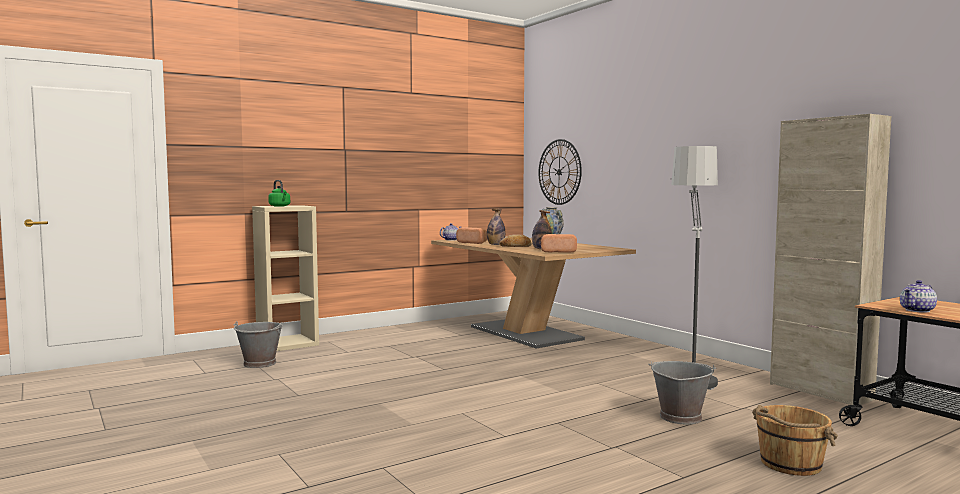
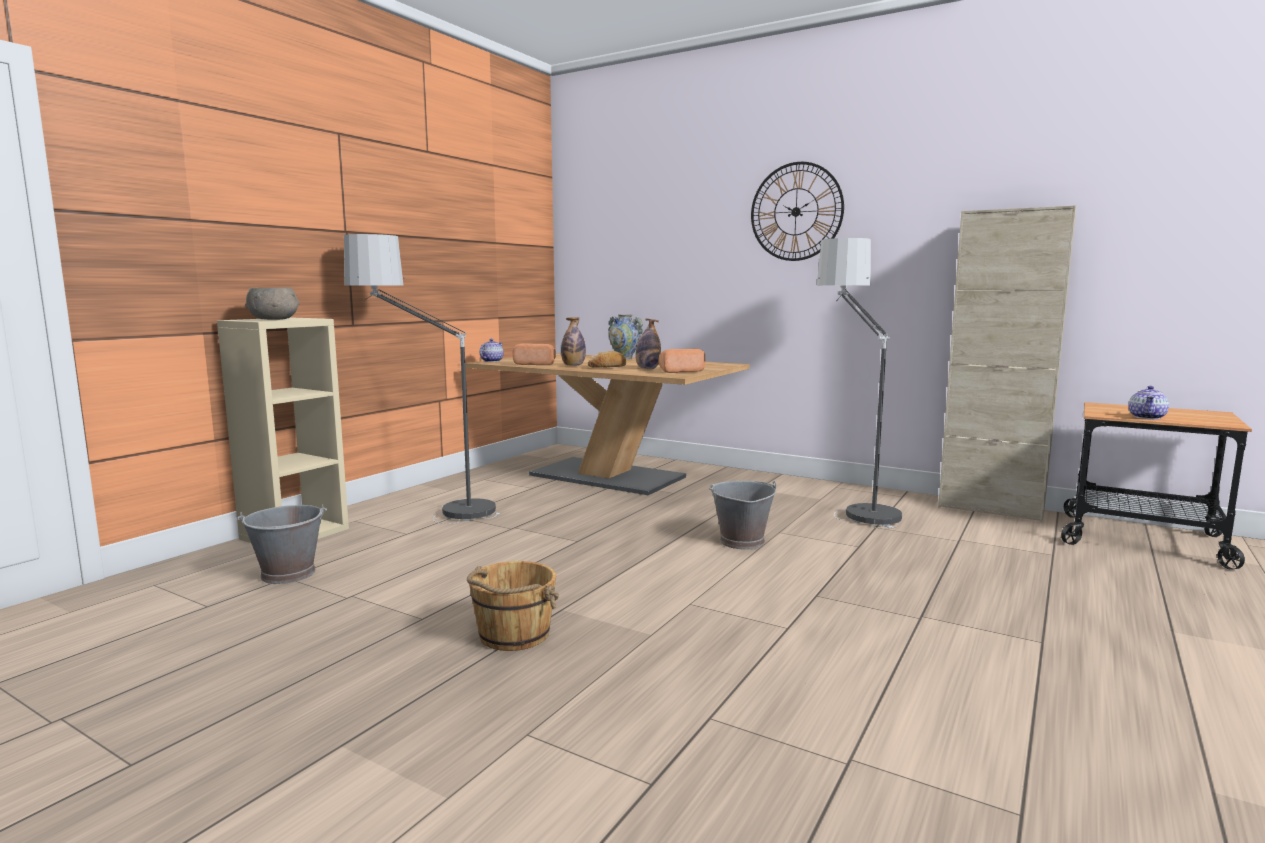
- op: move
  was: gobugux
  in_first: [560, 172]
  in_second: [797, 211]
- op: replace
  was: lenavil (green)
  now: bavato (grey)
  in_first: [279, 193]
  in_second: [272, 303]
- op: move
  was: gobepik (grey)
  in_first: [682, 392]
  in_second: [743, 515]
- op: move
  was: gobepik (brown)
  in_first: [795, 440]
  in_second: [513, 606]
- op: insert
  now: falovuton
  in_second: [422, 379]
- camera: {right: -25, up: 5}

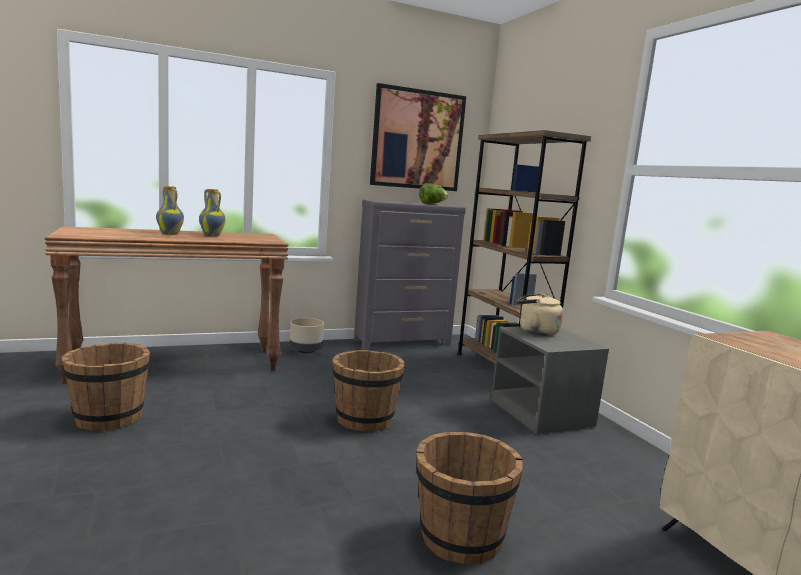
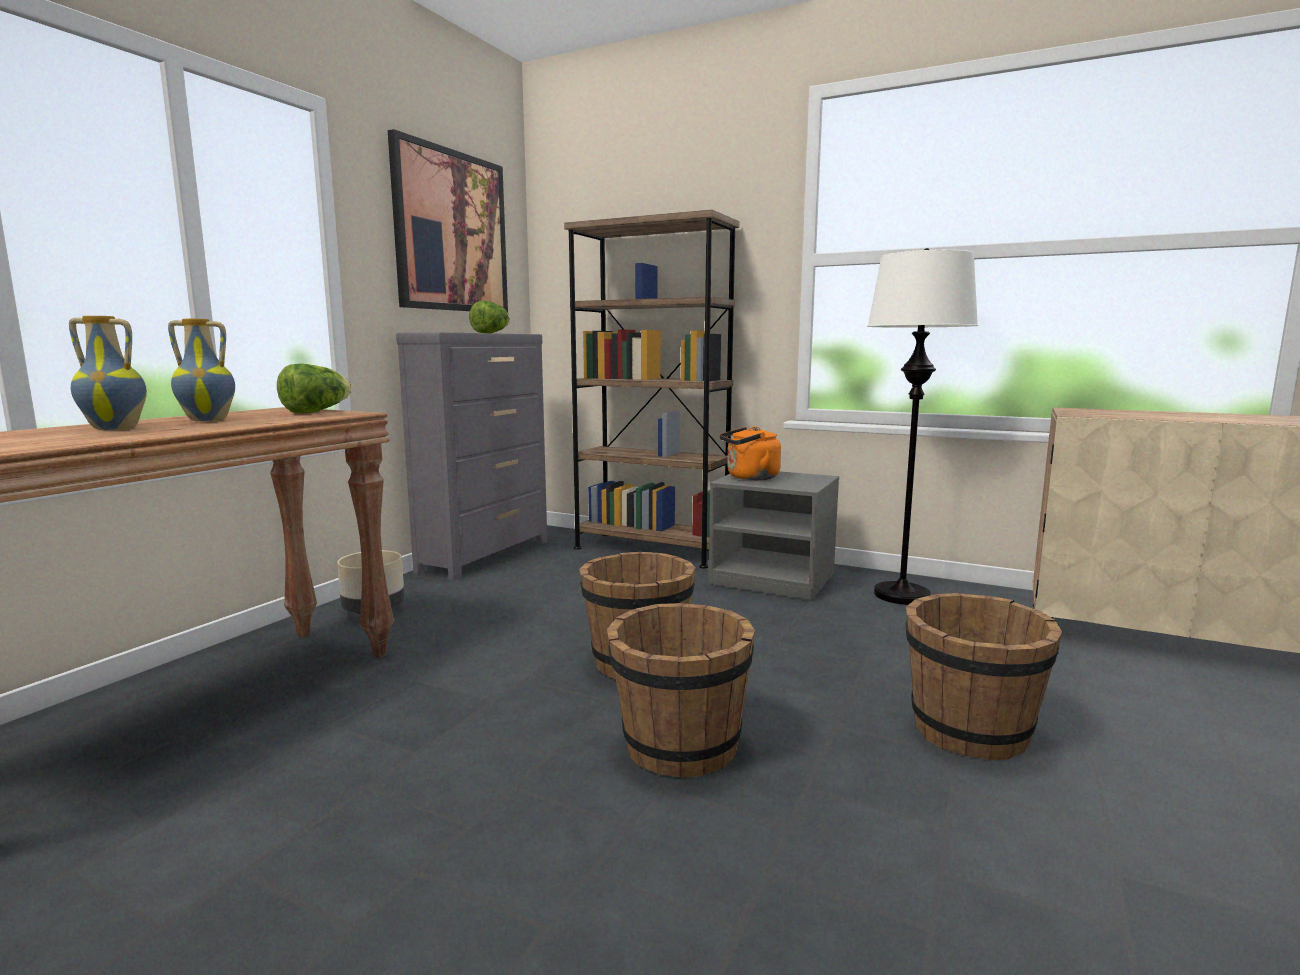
- op: recolor
  was: lenavil (beige)
  now: lenavil (orange)
  in_first: [540, 315]
  in_second: [750, 453]
- op: move
  was: gobepik (brown)
  in_first: [105, 387]
  in_second: [681, 690]
- op: insert
  now: falovuton (white)
  in_second: [922, 426]
- op: insert
  now: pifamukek
  in_second: [314, 388]
- camera: {right: -40, up: 0}

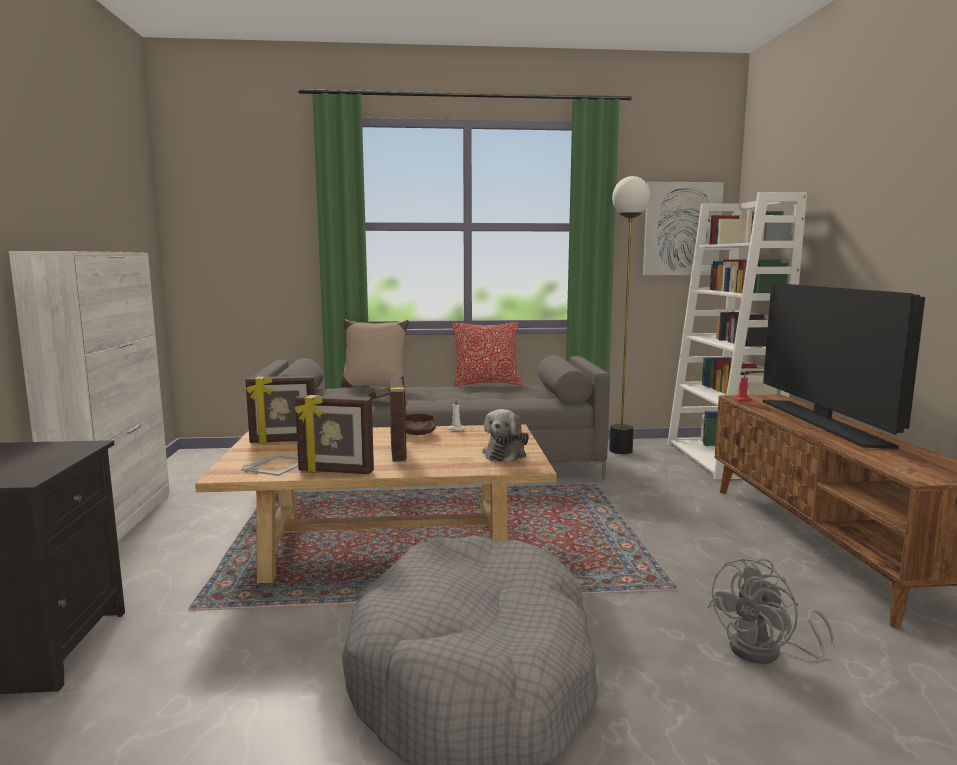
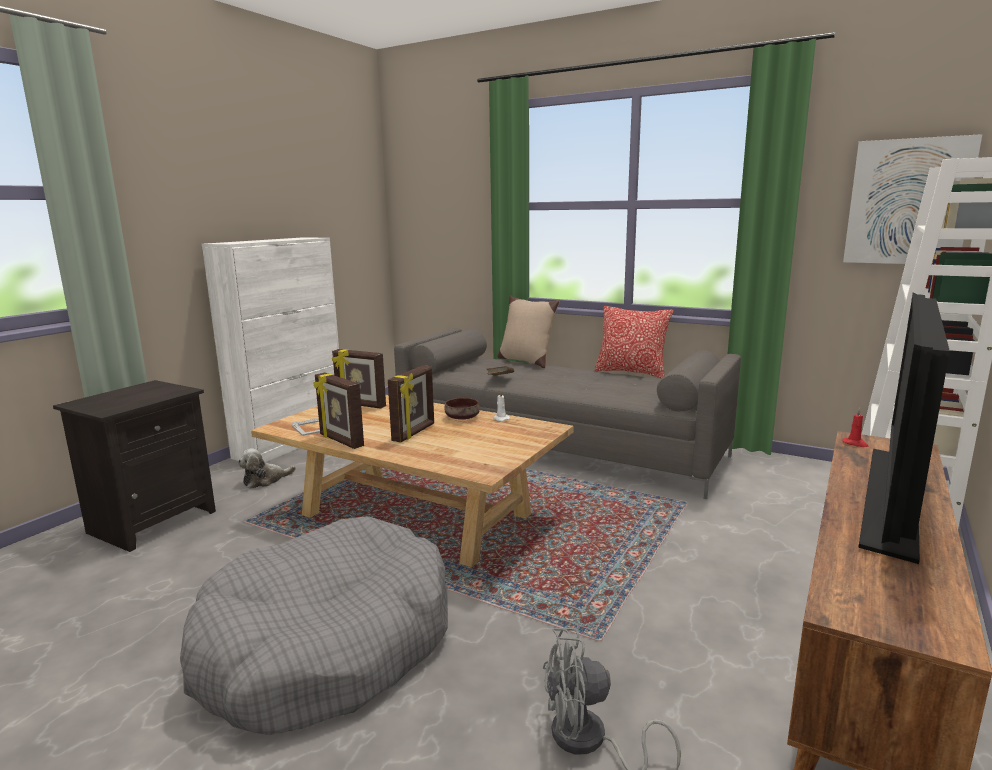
- op: delete
  was: falovuton
  in_first: [629, 315]
- op: move
  was: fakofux
  in_first: [505, 435]
  in_second: [267, 468]
- camera: {right: 35, up: 5}

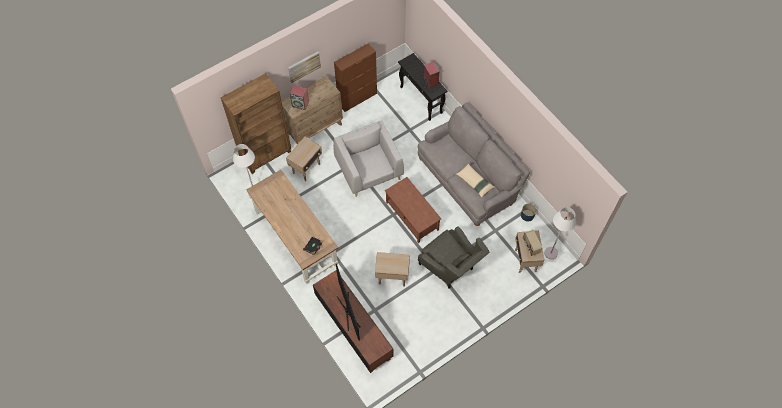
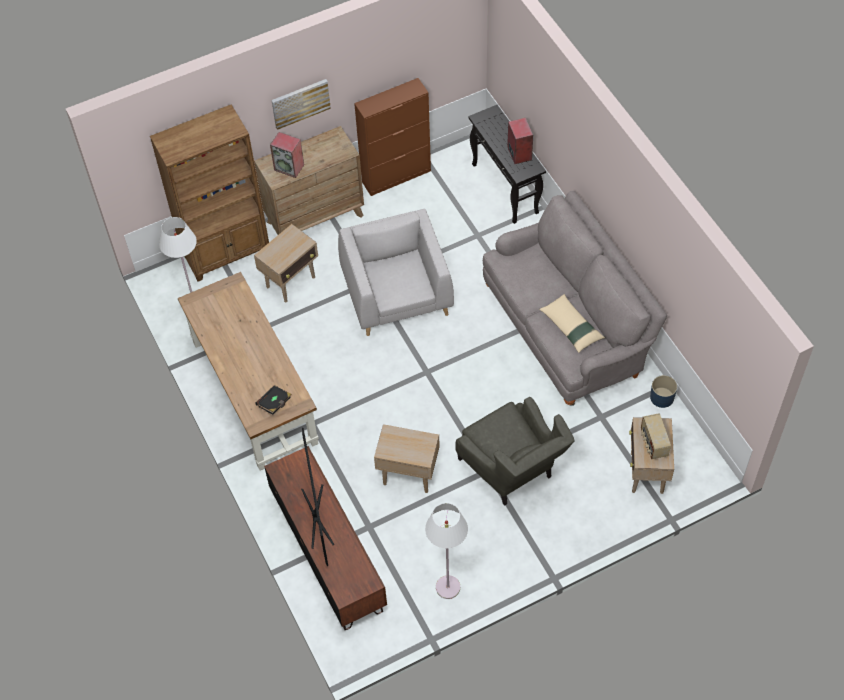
- op: delete
  was: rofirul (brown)
  in_first: [413, 210]
- op: move
  was: falovuton (white)
  in_first: [560, 233]
  in_second: [446, 551]
- camera: {right: 10, up: -5}

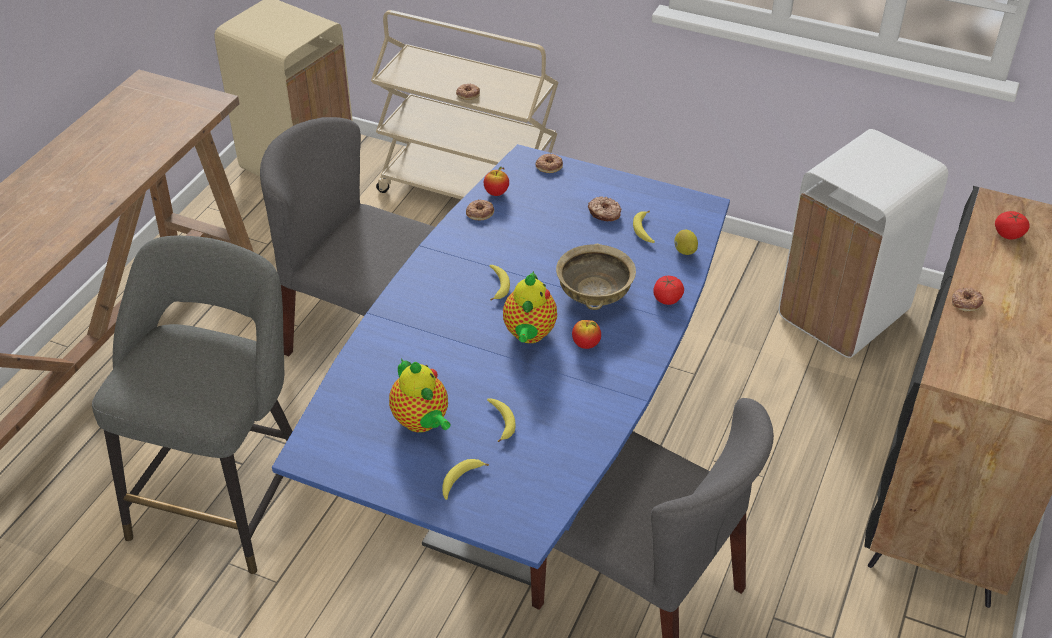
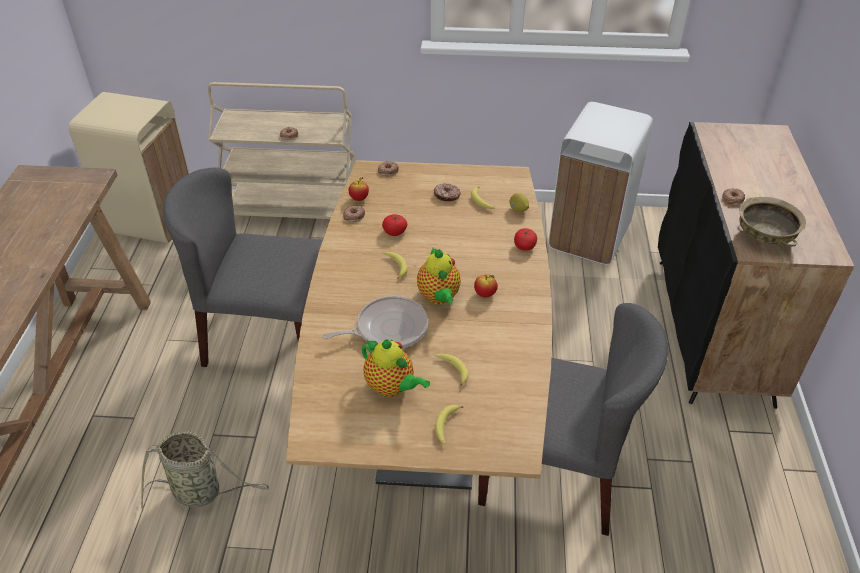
- op: recolor
  was: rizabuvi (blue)
  now: rizabuvi (brown)
  in_first: [501, 365]
  in_second: [419, 325]
- op: move
  was: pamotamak
  in_first: [1012, 225]
  in_second: [394, 225]
- op: replace
  was: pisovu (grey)
  now: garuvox
  in_first: [192, 405]
  in_second: [205, 470]
- op: move
  was: bavato (beige)
  in_first: [596, 277]
  in_second: [772, 222]
- op: insert
  now: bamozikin
  in_second: [375, 322]
- camera: {right: -20, up: 0}

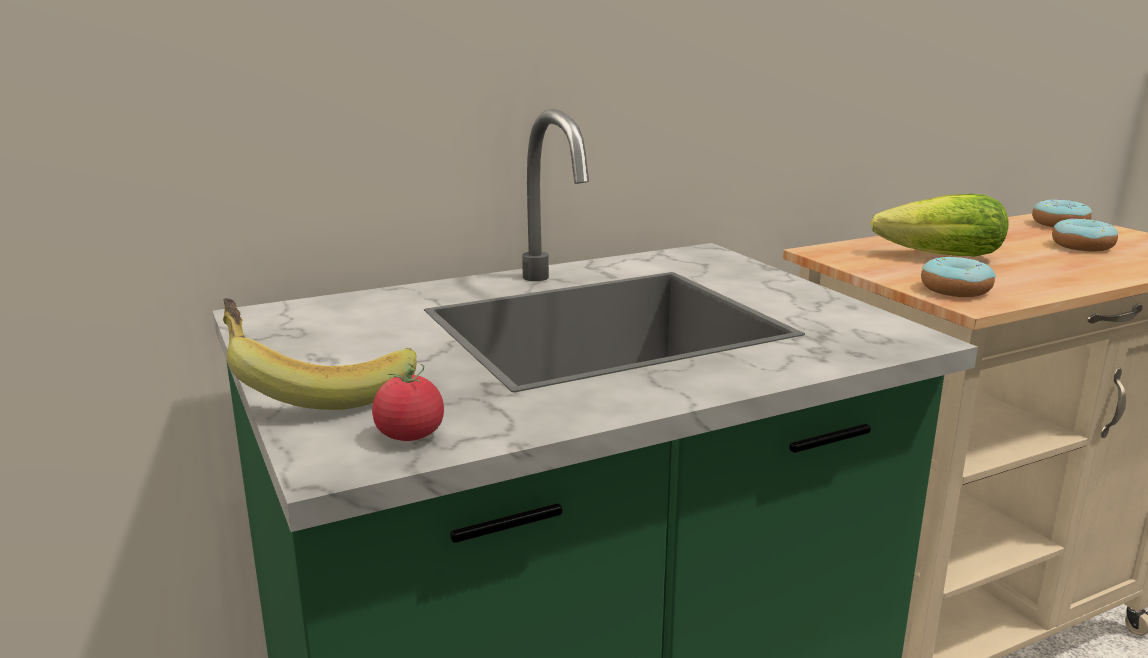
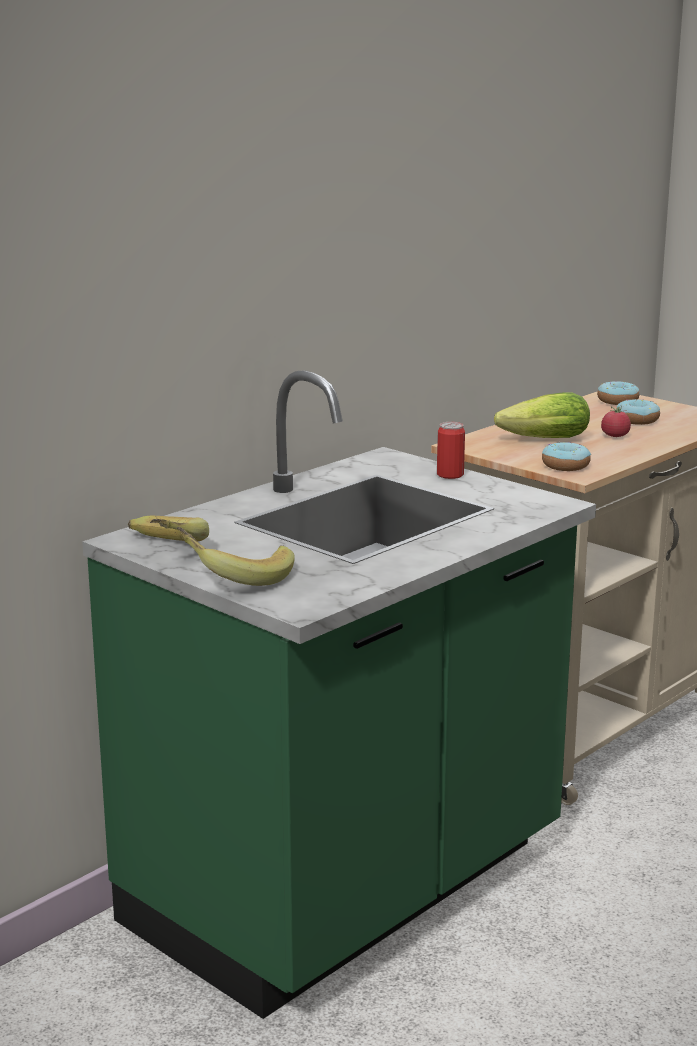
- op: move
  was: pamotamak
  in_first: [408, 402]
  in_second: [616, 421]
- op: insert
  now: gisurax
  in_second: [451, 450]
- op: insert
  now: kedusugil
  in_second: [168, 528]
- camera: {right: -20, up: 0}

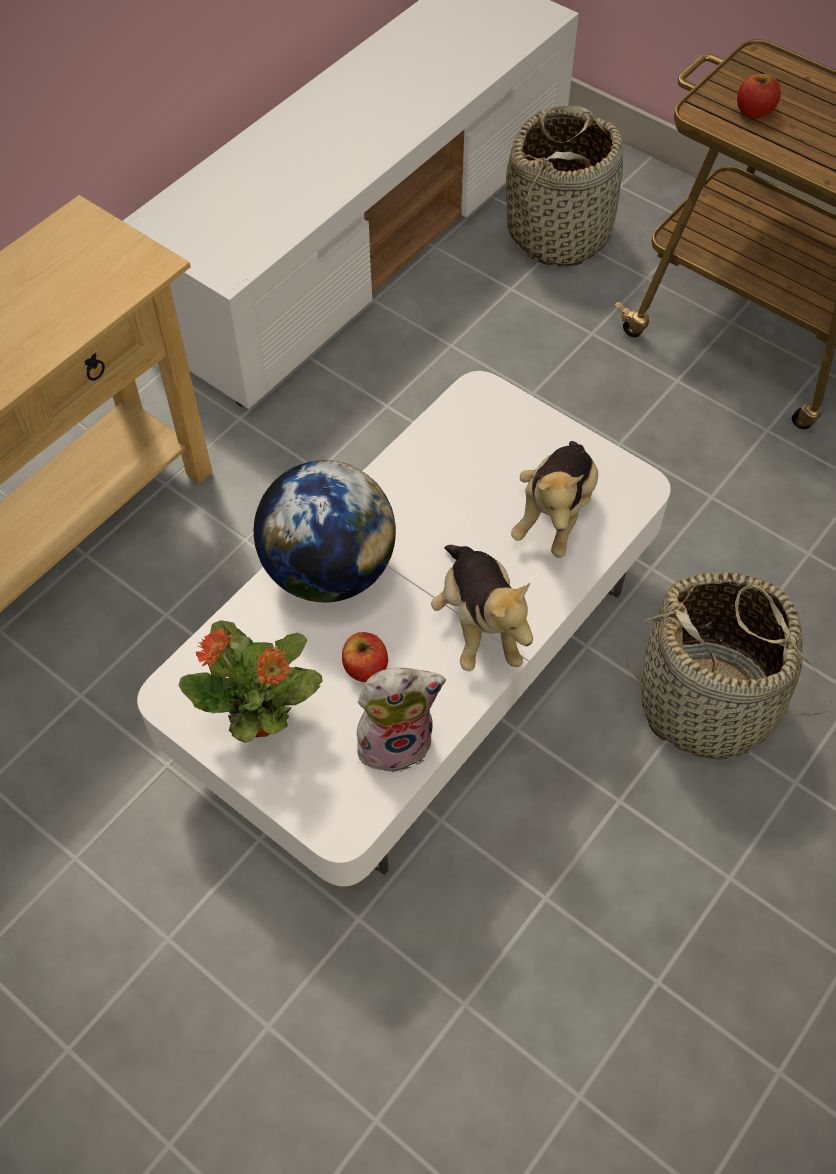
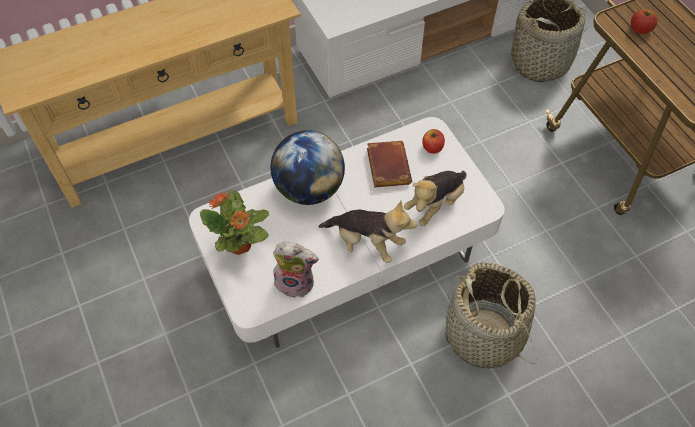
- op: rotate
  was: fakofux
  in_first: [482, 608]
  in_second: [367, 232]
  clockwise: -75
- op: move
  was: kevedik
  in_first: [365, 657]
  in_second: [433, 141]
- op: insert
  now: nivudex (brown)
  in_second: [389, 164]
- camera: {right: 25, up: 0}

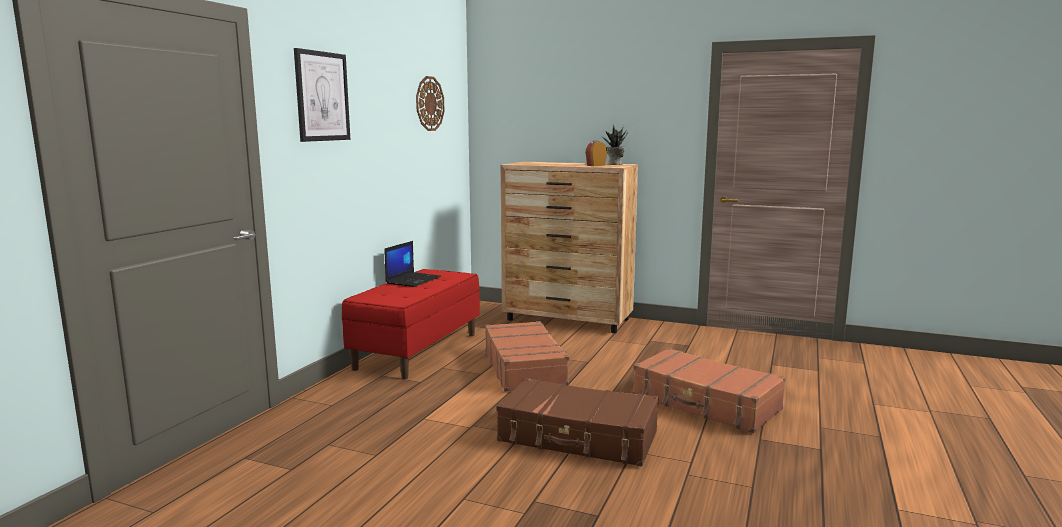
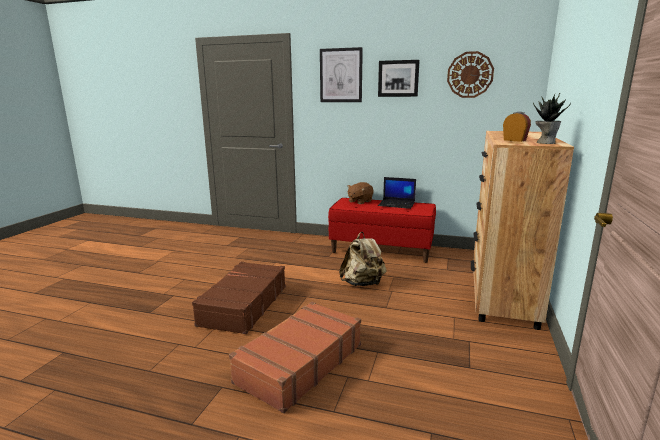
- op: replace
  was: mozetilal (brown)
  now: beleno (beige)
  in_first: [528, 356]
  in_second: [363, 259]
- op: insert
  now: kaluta
  in_second: [399, 78]
- op: insert
  now: fakofux (brown)
  in_second: [360, 193]
- camera: {right: 85, up: 5}

